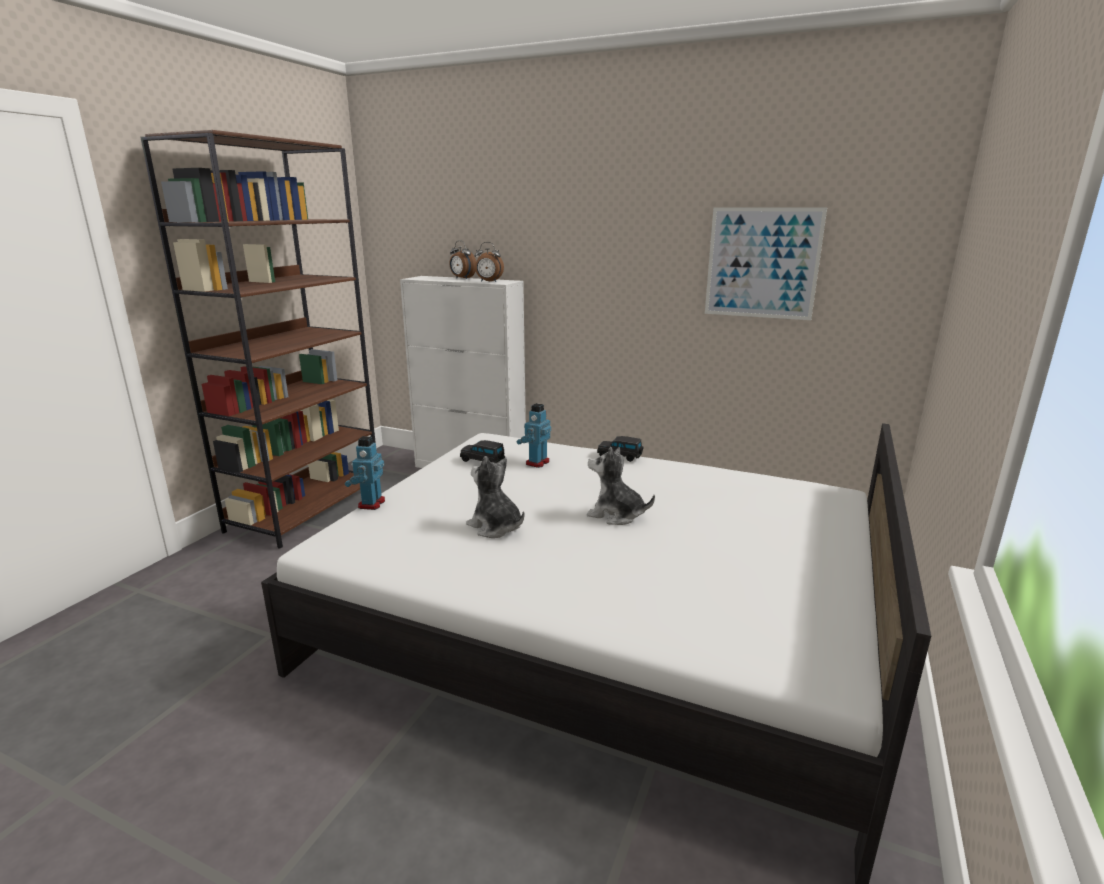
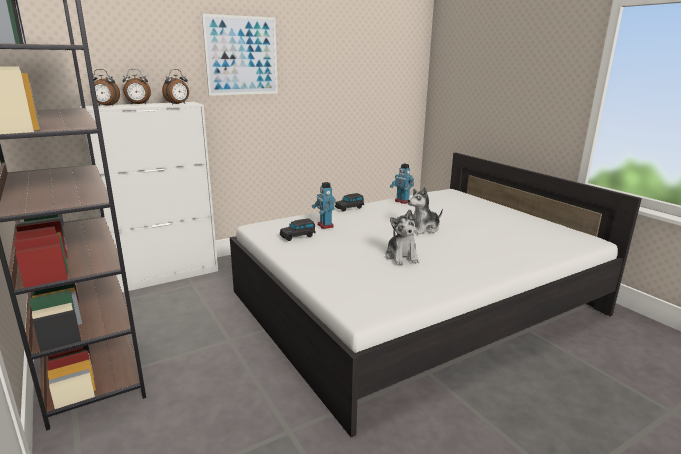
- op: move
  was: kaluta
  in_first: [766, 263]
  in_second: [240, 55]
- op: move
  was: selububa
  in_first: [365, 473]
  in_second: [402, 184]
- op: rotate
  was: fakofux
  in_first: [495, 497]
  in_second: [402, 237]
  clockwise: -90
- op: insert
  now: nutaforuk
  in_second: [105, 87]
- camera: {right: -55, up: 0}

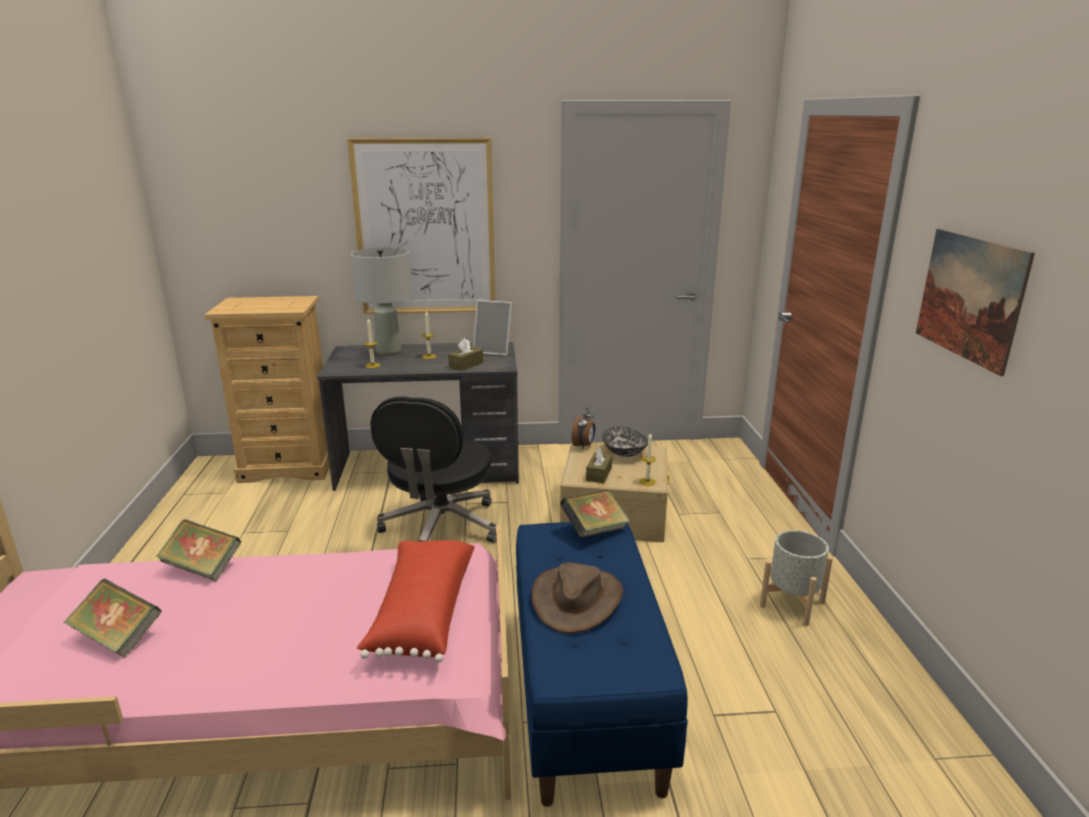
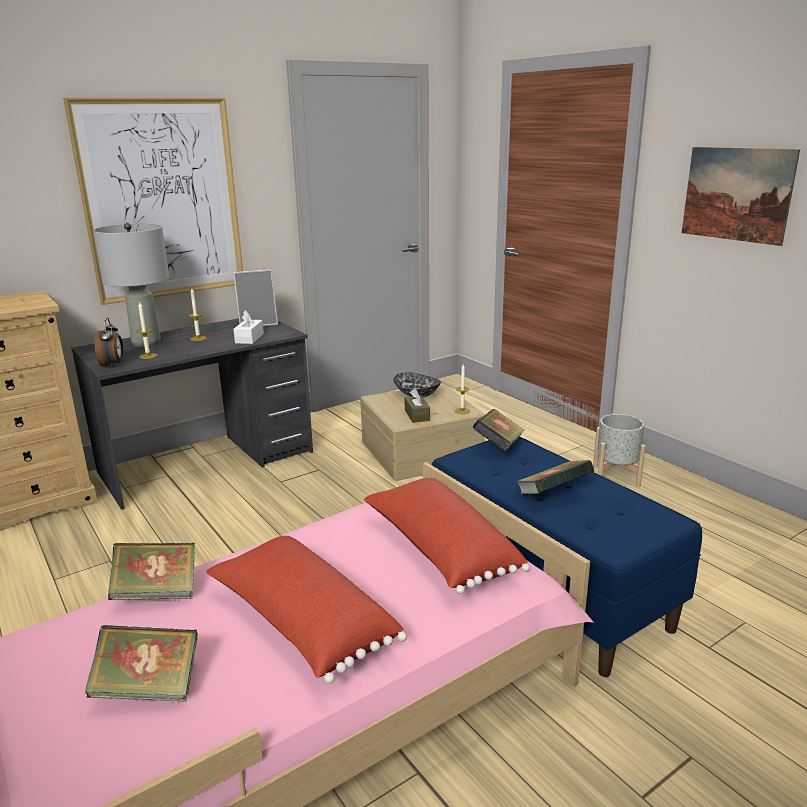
- op: recolor
  was: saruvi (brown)
  now: saruvi (white)
  in_first: [465, 354]
  in_second: [248, 327]
- op: delete
  was: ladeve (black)
  in_first: [433, 469]
- op: move
  was: nutaforuk
  in_first: [583, 428]
  in_second: [109, 343]
- op: replace
  was: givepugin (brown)
  now: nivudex
  in_first: [577, 597]
  in_second: [555, 477]
- op: insert
  now: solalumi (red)
  in_second: [306, 610]
- camera: {right: -30, up: 0}

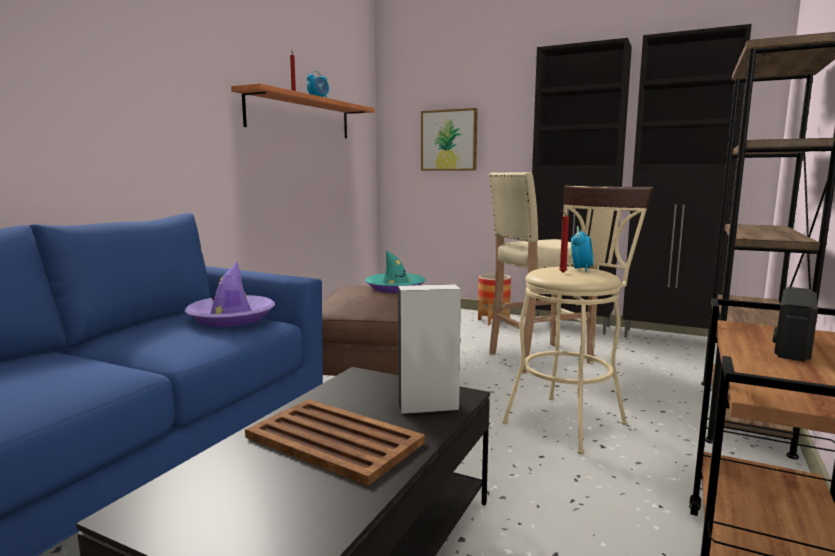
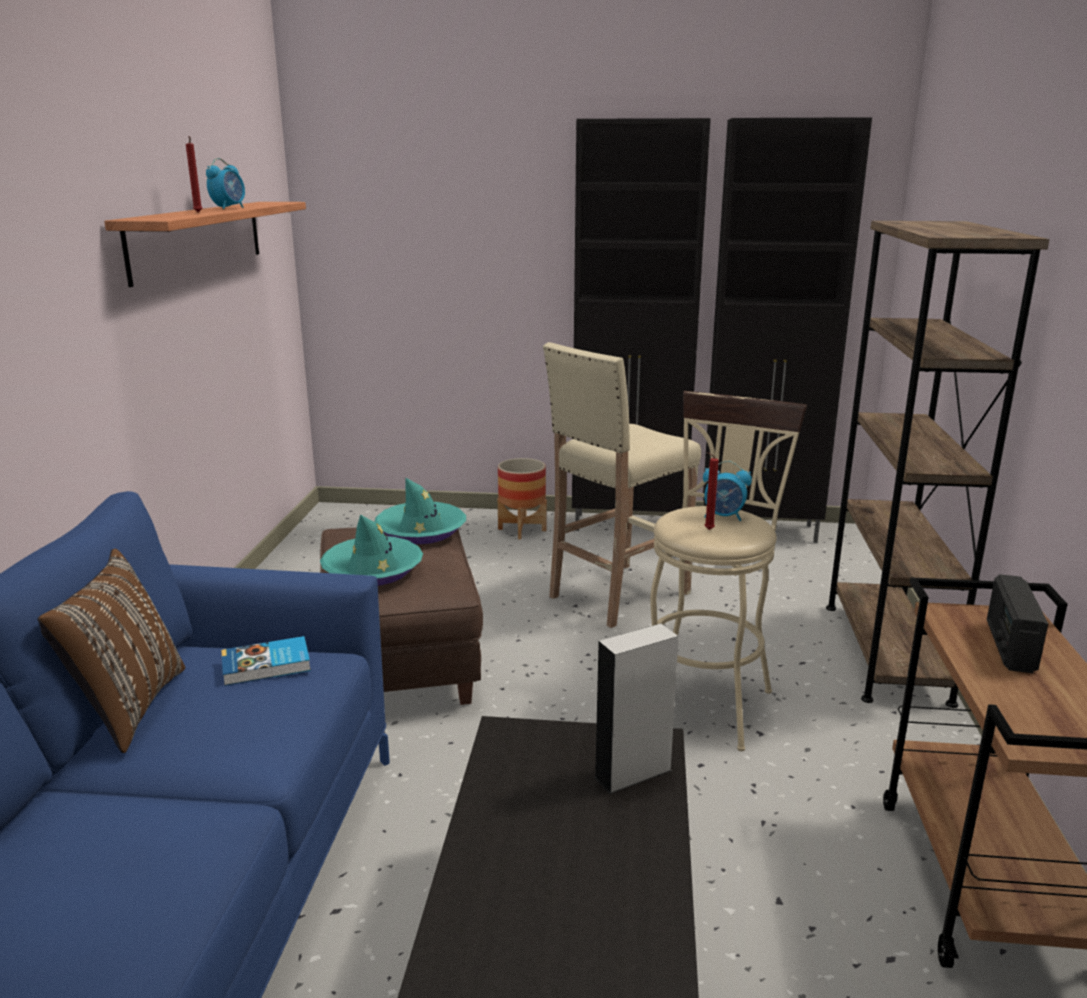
- op: delete
  was: kaluta
  in_first: [449, 139]
- op: rotate
  was: nutaforuk
  in_first: [582, 249]
  in_second: [727, 491]
  clockwise: 105
- op: replace
  was: givepugin (purple)
  now: nivudex
  in_first: [230, 294]
  in_second: [266, 661]
- op: delete
  was: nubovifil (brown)
  in_first: [335, 442]
- op: insert
  now: givepugin (turquoise)
  in_second: [371, 550]
- op: insert
  now: solalumi (brown)
  in_second: [111, 650]
- camera: {right: -20, up: 10}

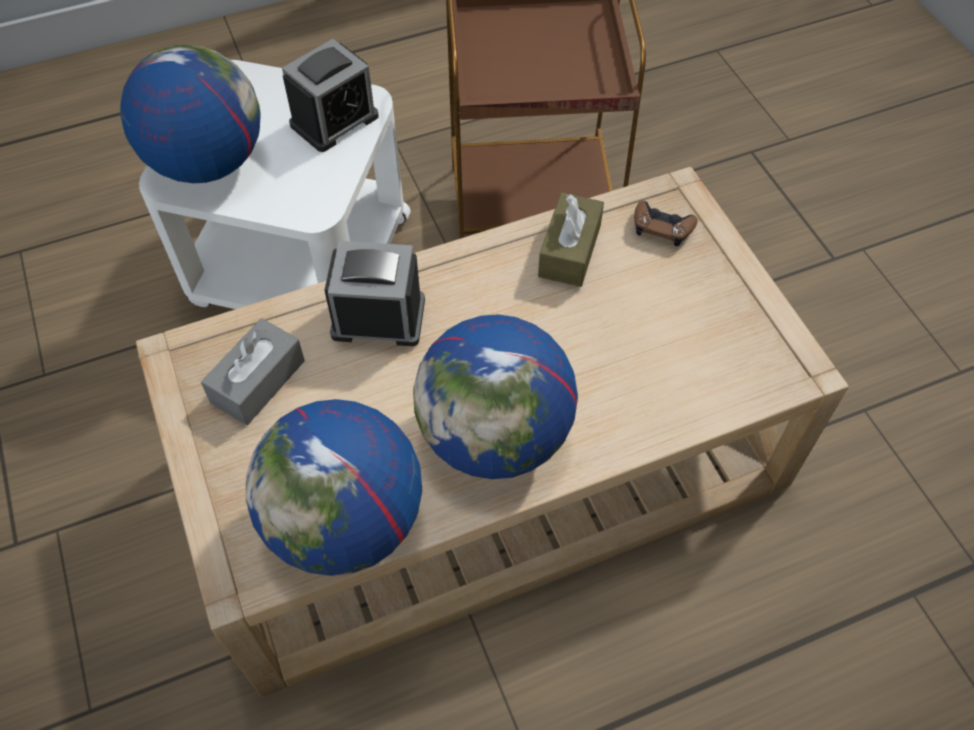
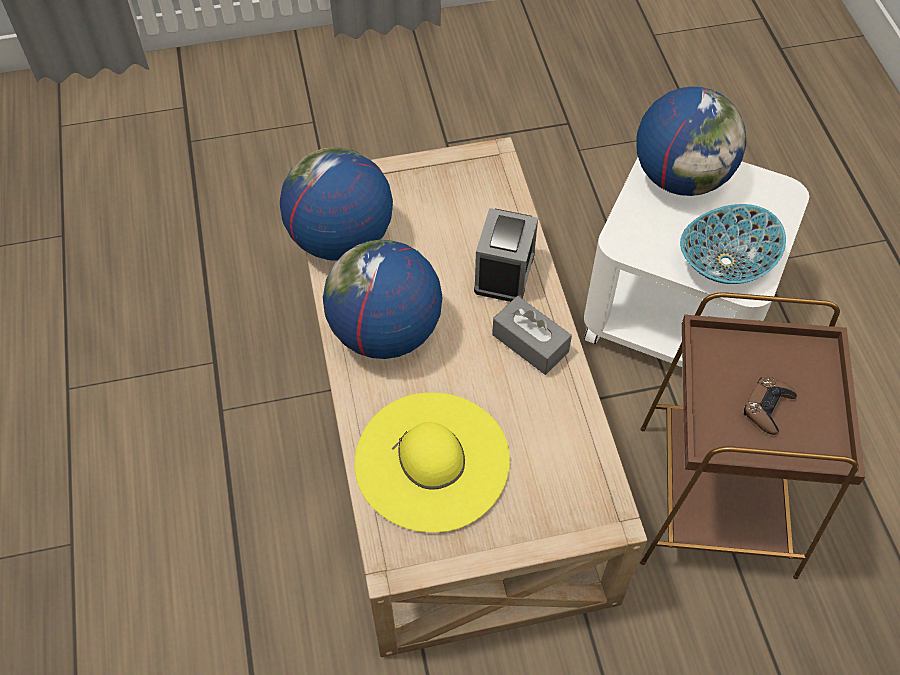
- op: replace
  was: nutaforuk
  now: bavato
  in_first: [330, 95]
  in_second: [733, 244]
- op: delete
  was: saruvi (brown)
  in_first: [571, 240]
- op: move
  was: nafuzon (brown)
  in_first: [666, 223]
  in_second: [770, 406]
- op: move
  was: saruvi (grey)
  in_first: [253, 371]
  in_second: [532, 335]
- op: insert
  now: givepugin (yellow)
  in_second: [432, 462]
- camera: {right: 100, up: 0}

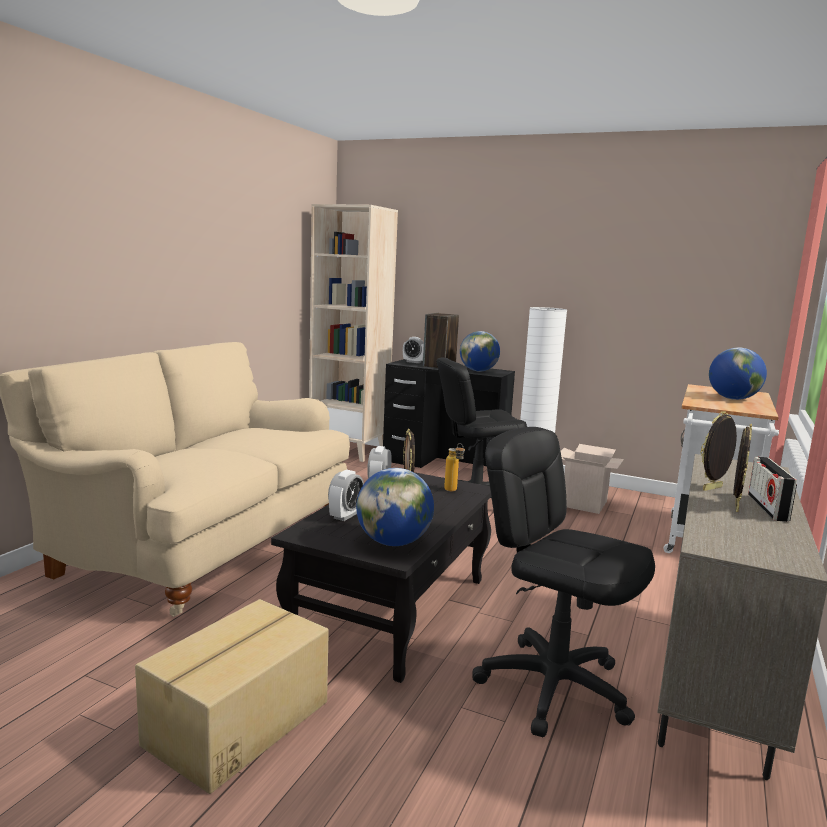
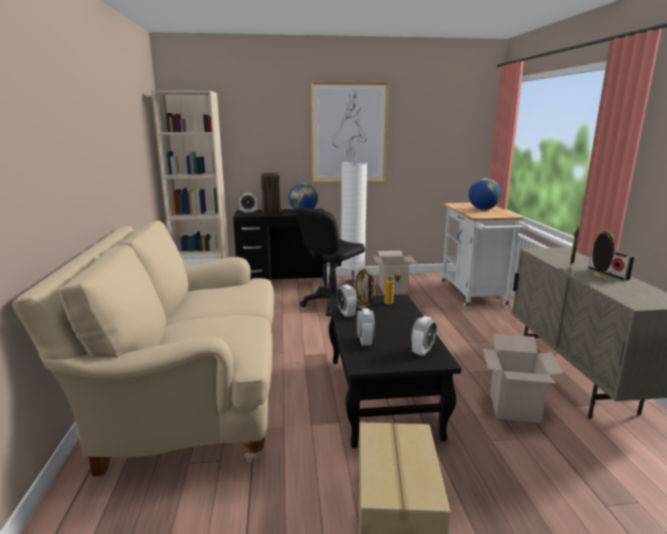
- op: replace
  was: ladeve (black)
  now: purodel
  in_first: [563, 582]
  in_second: [523, 378]
- op: replace
  was: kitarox
  now: nutaforuk
  in_first: [395, 507]
  in_second: [424, 336]
- op: insert
  now: kaluta
  in_second: [350, 131]
- camera: {right: -30, up: 5}

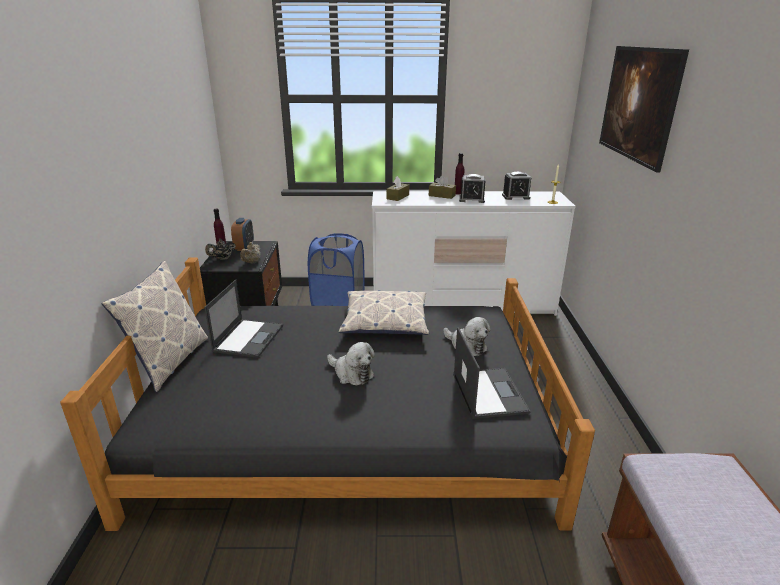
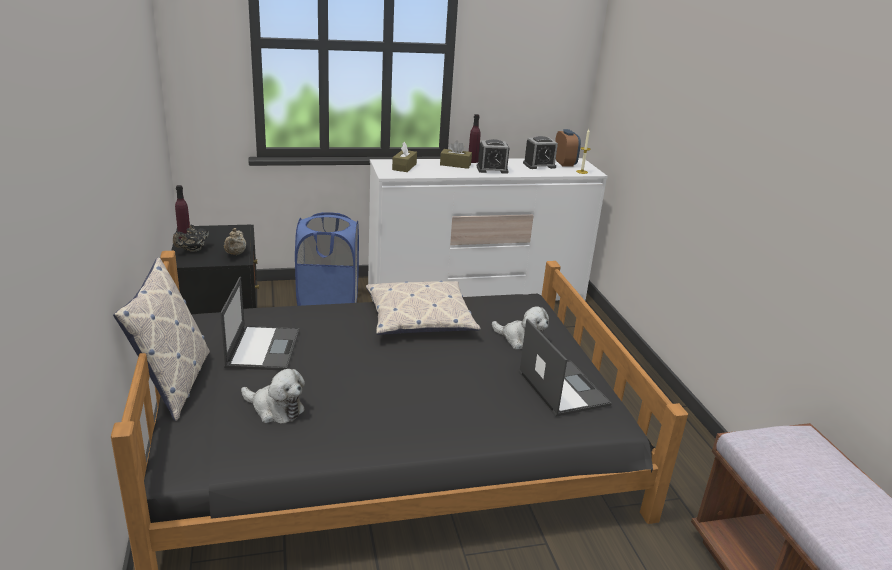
- op: delete
  was: kaluta
  in_first: [644, 109]
- op: move
  was: nutaforuk
  in_first: [242, 234]
  in_second: [568, 148]
- op: move
  was: fakofux
  in_first: [351, 363]
  in_second: [273, 396]
- camera: {right: -15, up: 0}

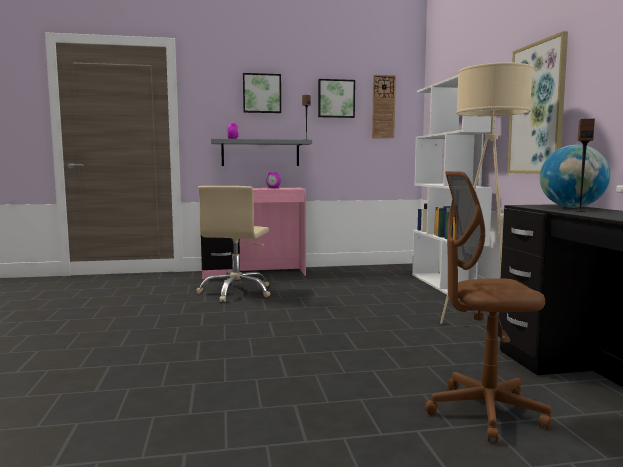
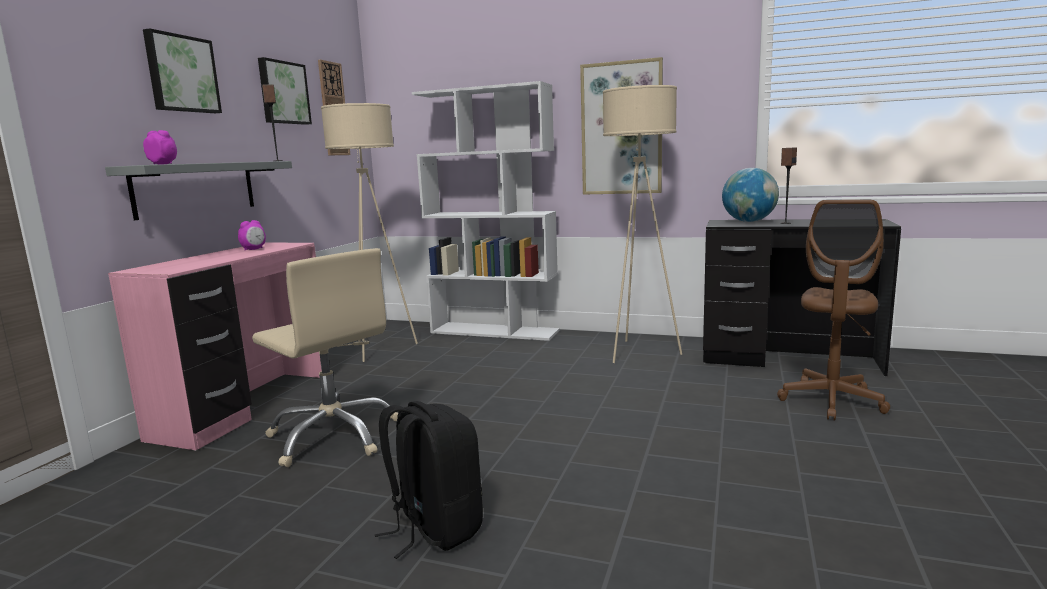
- op: insert
  now: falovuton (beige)
  in_second: [369, 232]
- op: insert
  now: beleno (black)
  in_second: [429, 480]
- camera: {right: -60, up: 5}

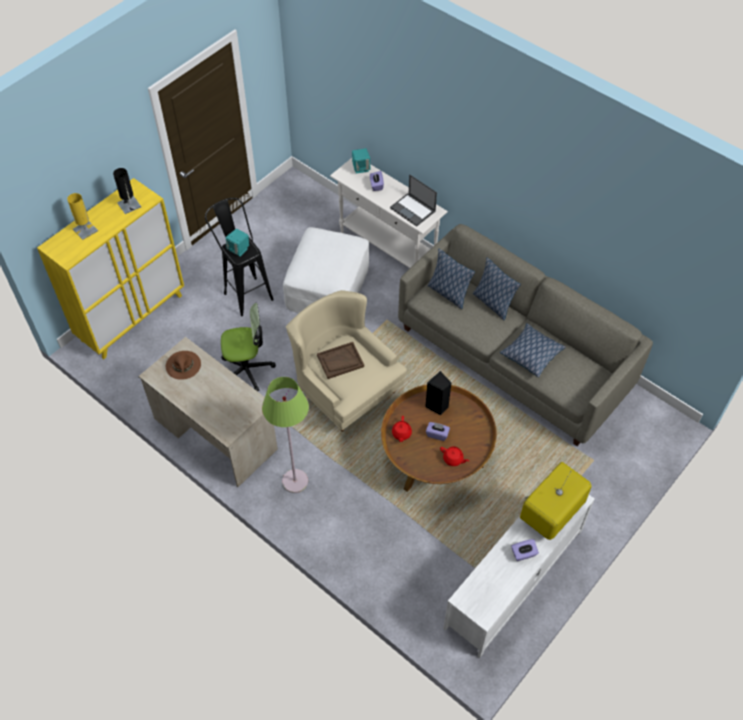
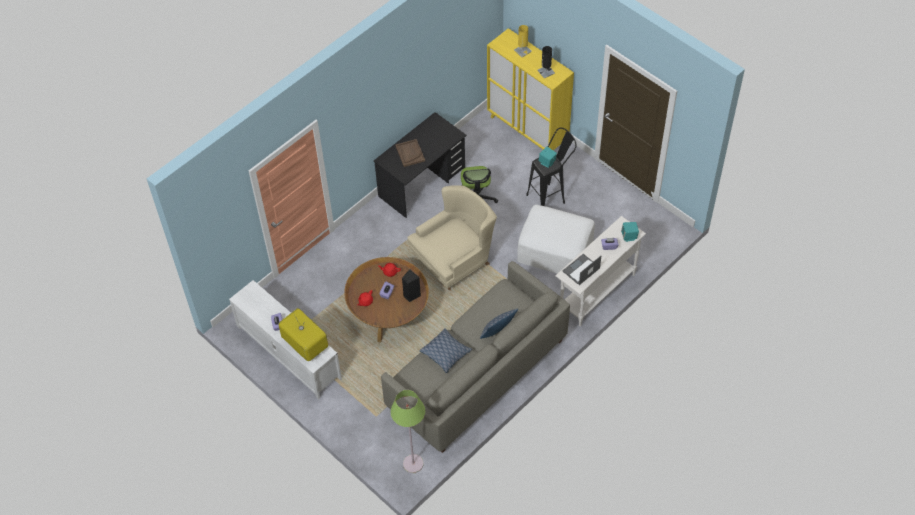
- op: delete
  was: solalumi
  in_first: [451, 279]
- op: recolor
  was: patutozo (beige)
  now: patutozo (black)
  in_first: [208, 412]
  in_second: [420, 165]
- op: move
  was: nubovifil (brown)
  in_first: [340, 360]
  in_second: [410, 153]
- op: delete
  was: givepugin (brown)
  in_first: [183, 365]
- op: move
  was: falovuton (green)
  in_first: [285, 435]
  in_second: [408, 431]
- camera: {right: 95, up: 0}

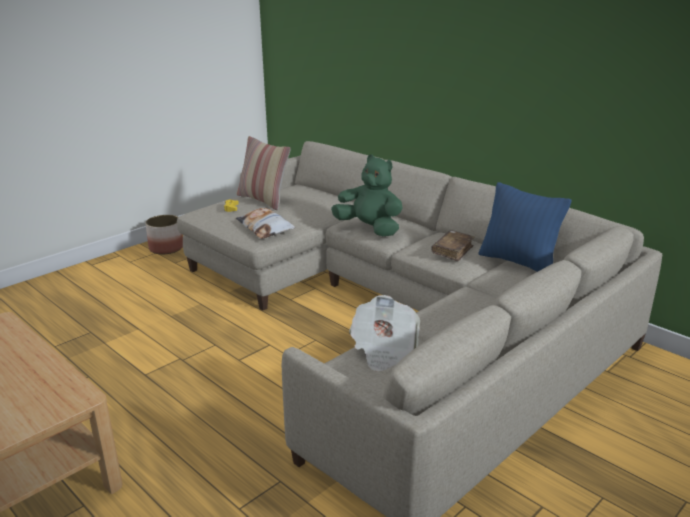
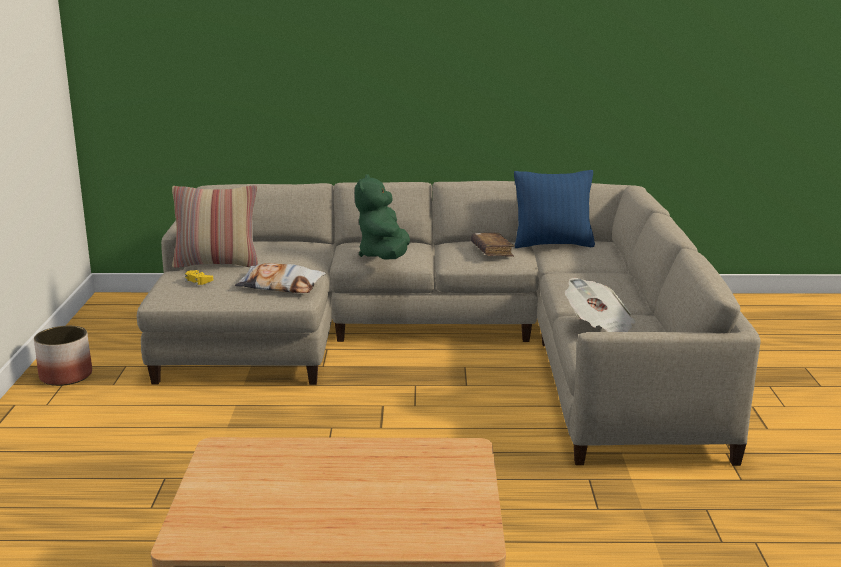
- op: rotate
  was: fakofux (green)
  in_first: [366, 195]
  in_second: [382, 216]
  clockwise: -75
- camera: {right: -45, up: -5}

